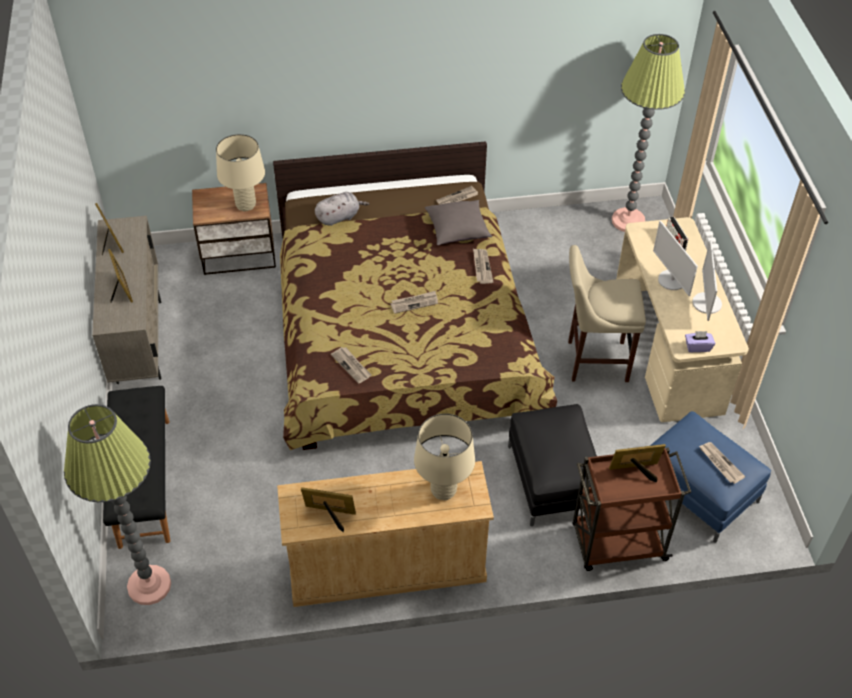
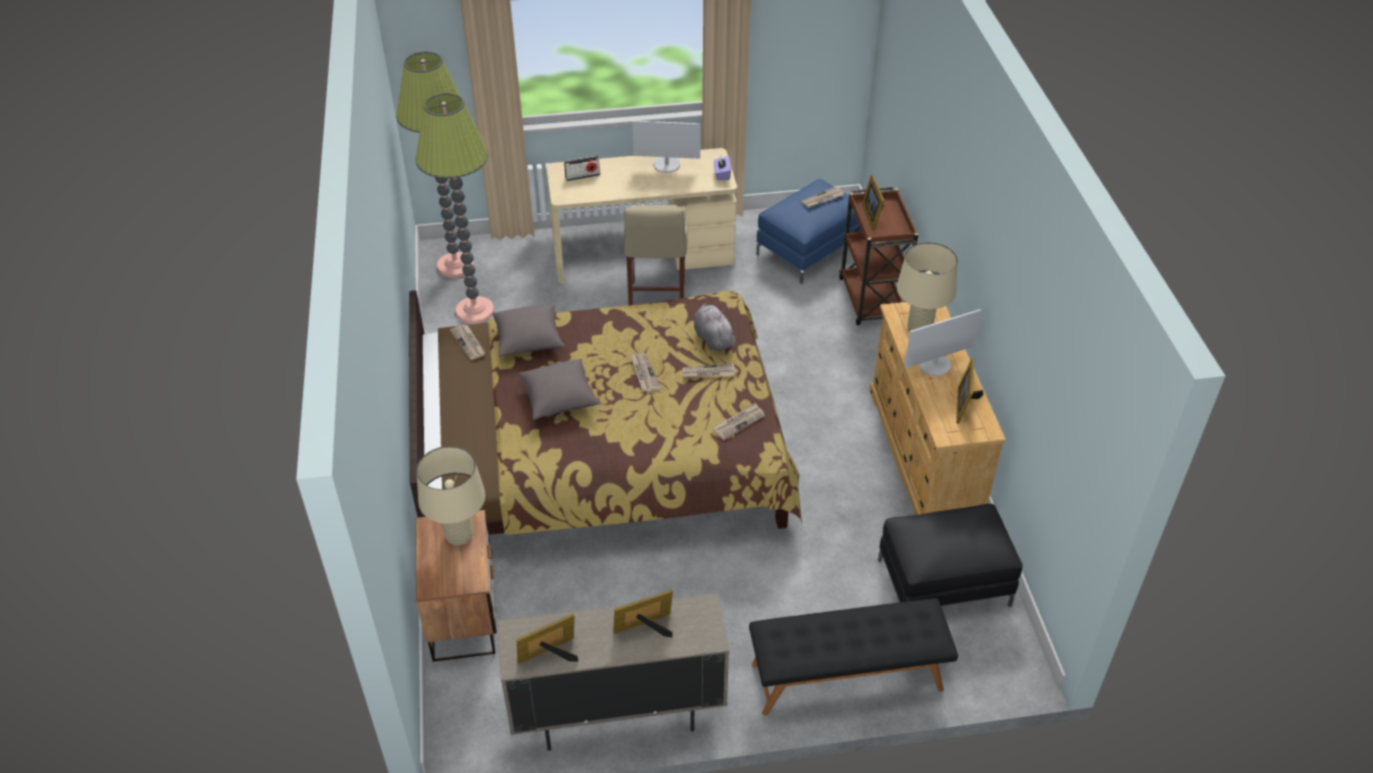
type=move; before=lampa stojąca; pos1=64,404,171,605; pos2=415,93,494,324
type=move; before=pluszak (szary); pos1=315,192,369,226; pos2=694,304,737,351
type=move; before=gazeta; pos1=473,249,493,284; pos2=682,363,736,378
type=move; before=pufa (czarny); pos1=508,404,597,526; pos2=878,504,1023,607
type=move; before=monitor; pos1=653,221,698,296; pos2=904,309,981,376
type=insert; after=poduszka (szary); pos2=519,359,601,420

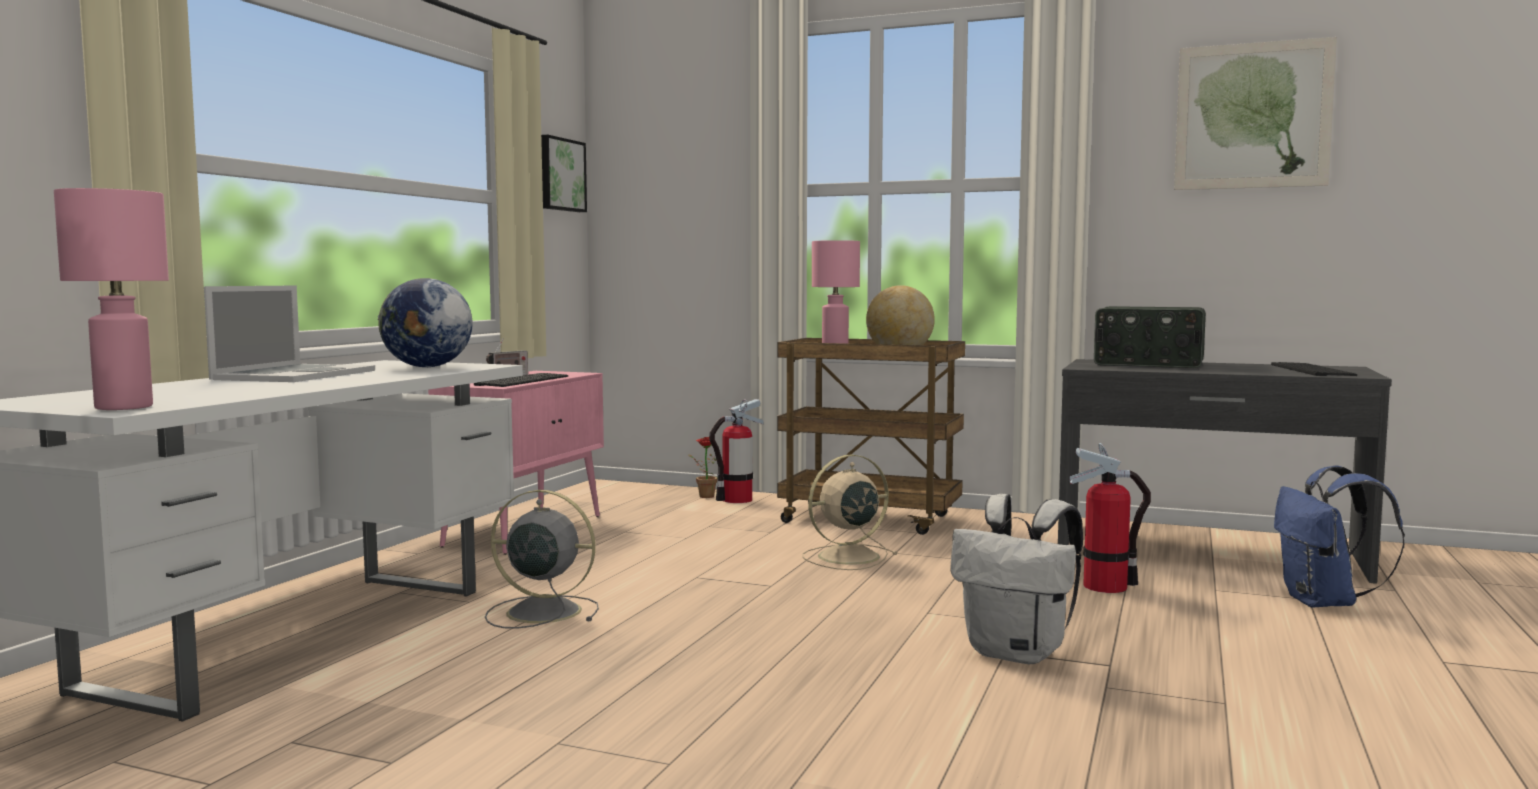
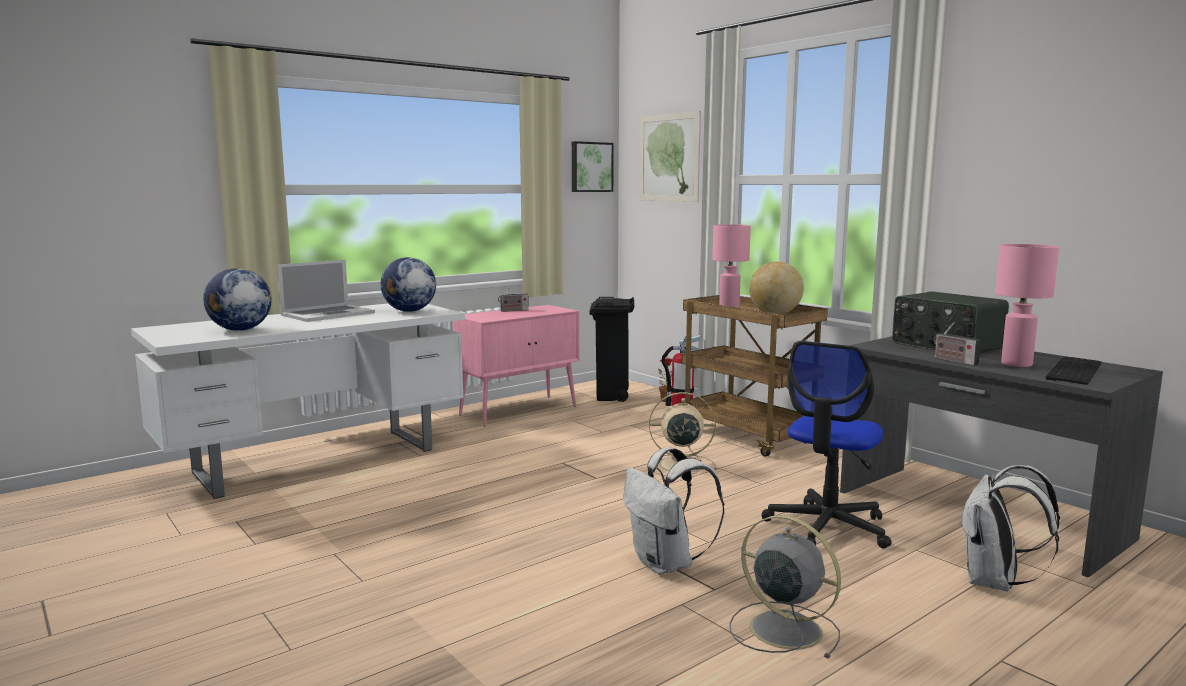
type=move; before=lampa stołowa (różowy); pos1=54,188,169,410; pos2=995,244,1059,367
type=delete; before=klawiatura; pos1=474,373,568,387
type=move; before=wentylator (szary); pos1=485,490,599,629; pos2=730,515,841,659
type=replace; before=gaśnica; after=krzesło biurowe; pos1=1070,443,1151,593; pos2=762,341,892,549
type=move; before=obraz; pos1=1174,37,1337,190; pos2=639,111,701,202
type=recolor; before=plecak (niebieski); after=plecak (biały); pos1=1274,465,1405,608; pos2=959,465,1060,591
type=insert; after=globus; pos2=203,268,272,331
type=insert; after=kosz na śmieci (czarny); pos2=590,297,634,402
type=insert; after=radio; pos2=933,322,981,366

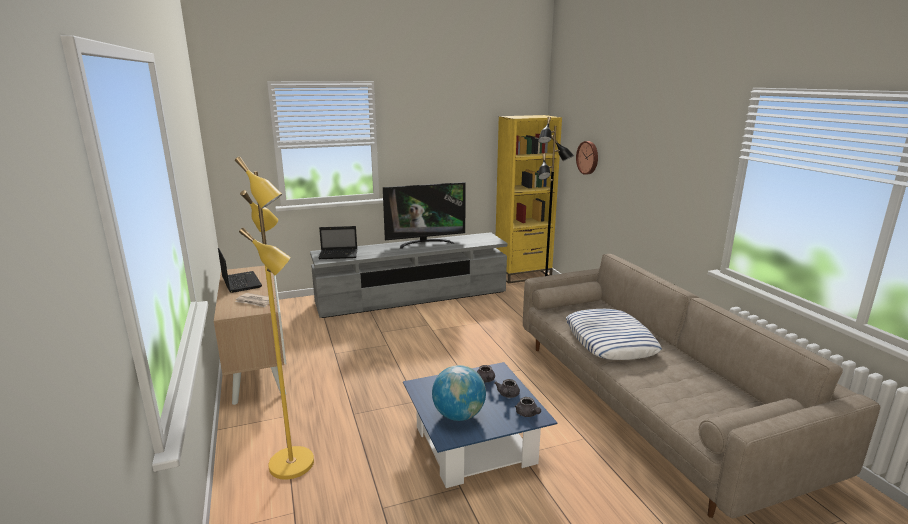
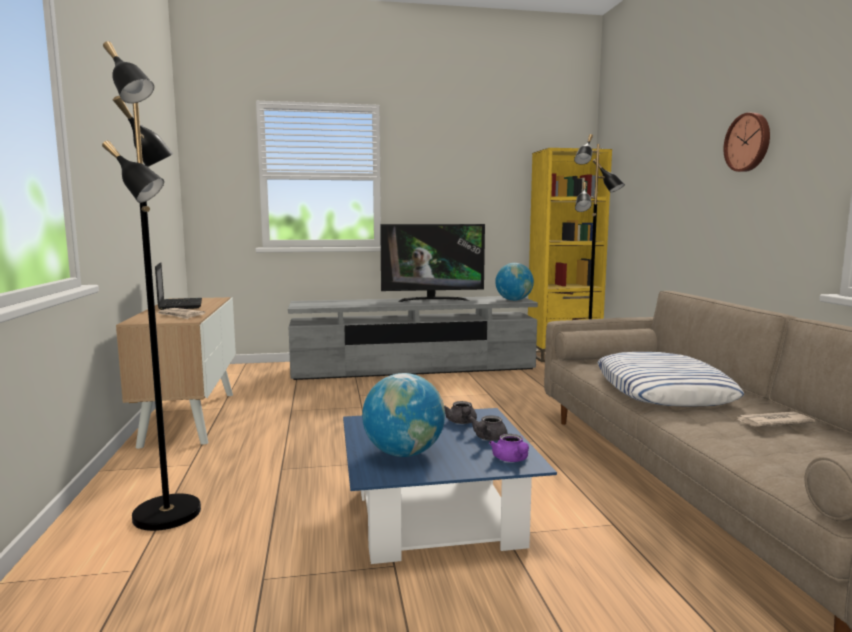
type=recolor; before=lampa stojąca (żółty); after=lampa stojąca (czarny); pos1=235,157,314,480; pos2=102,41,201,531
type=delete; before=laptop; pos1=319,226,358,259
type=recolor; before=imbryk (szary); after=imbryk (fioletowy); pos1=515,397,541,417; pos2=489,434,529,462
type=move; before=zegar ścienny; pos1=576,141,598,175; pos2=723,113,770,172
type=insert; after=globus; pos2=495,263,534,301
type=insert; after=gazeta; pos2=737,412,815,427

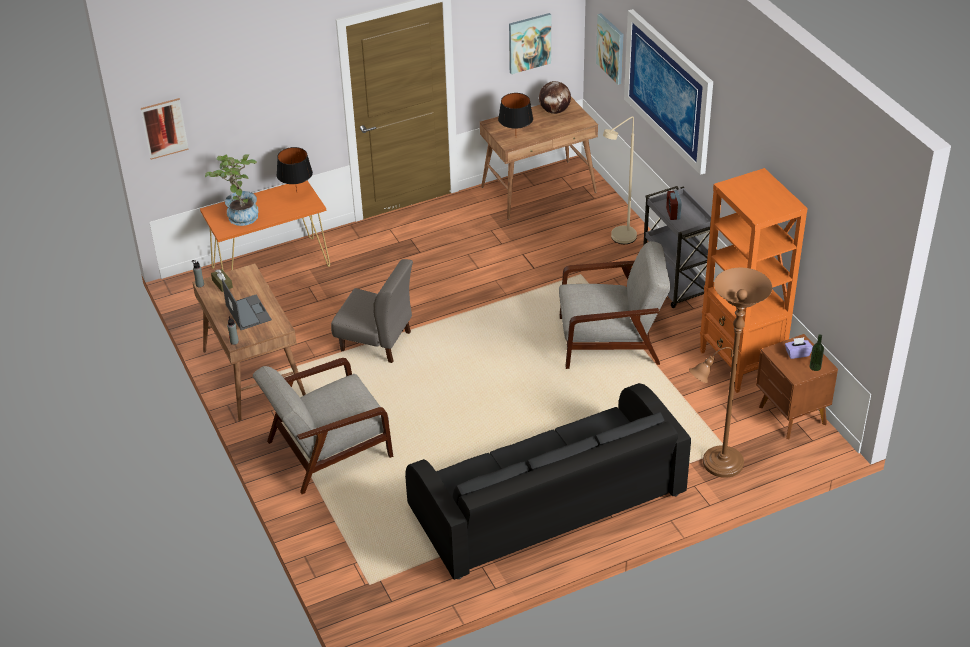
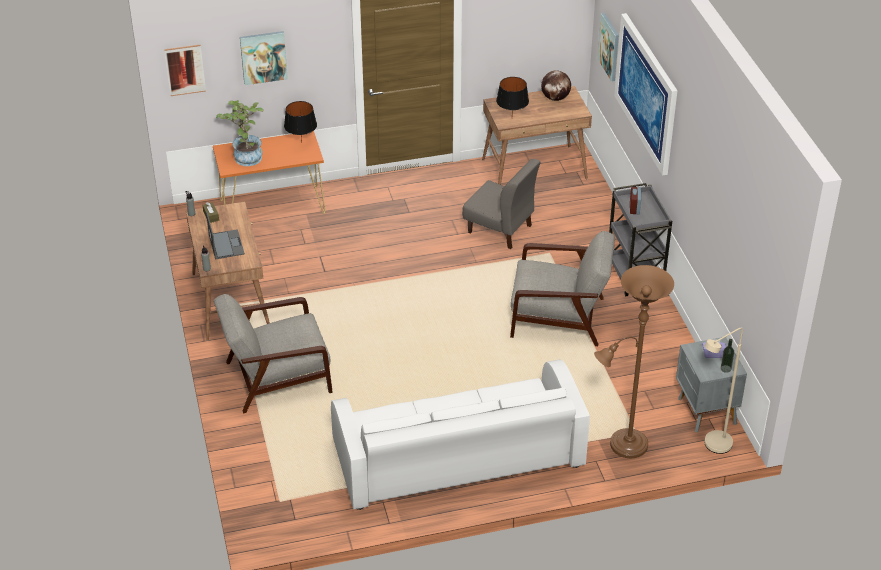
type=move; before=krzesło (szary); pos1=331,259,413,363; pos2=462,159,541,249
type=recolor; before=kanapa (czarny); after=kanapa (biały); pos1=405,383,691,580; pos2=331,359,590,510
type=move; before=obraz; pos1=509,13,551,74; pos2=240,31,288,85
type=move; before=lampa stojąca (beżowy); pos1=603,116,637,244; pos2=704,327,743,454
type=delete; before=regał (pomarańczowy); pos1=700,168,808,393
type=recolor; before=szafka nocna (brązowy); after=szafka nocna (szary); pos1=756,334,838,439; pos2=676,337,747,433

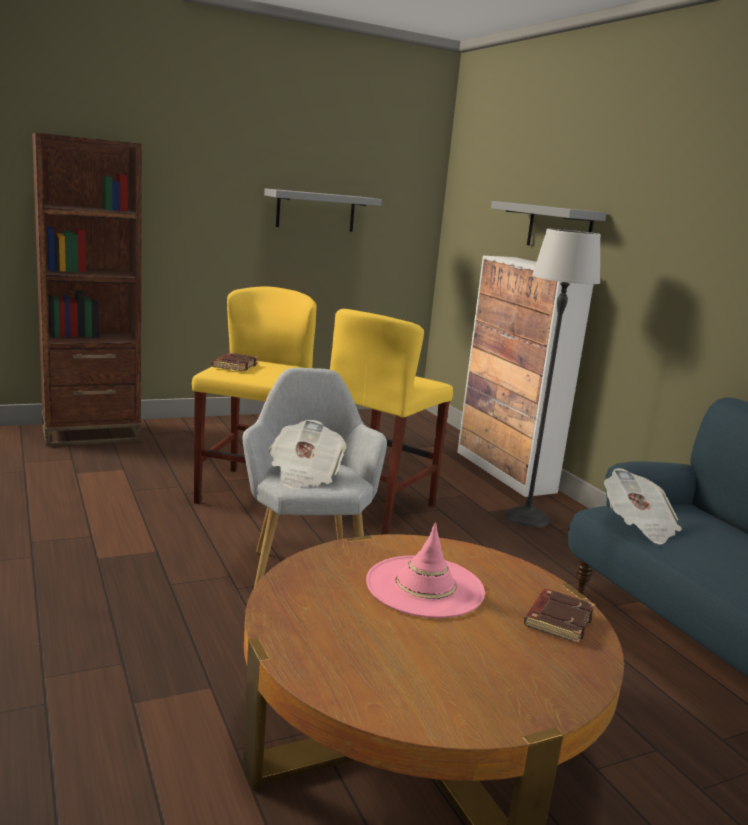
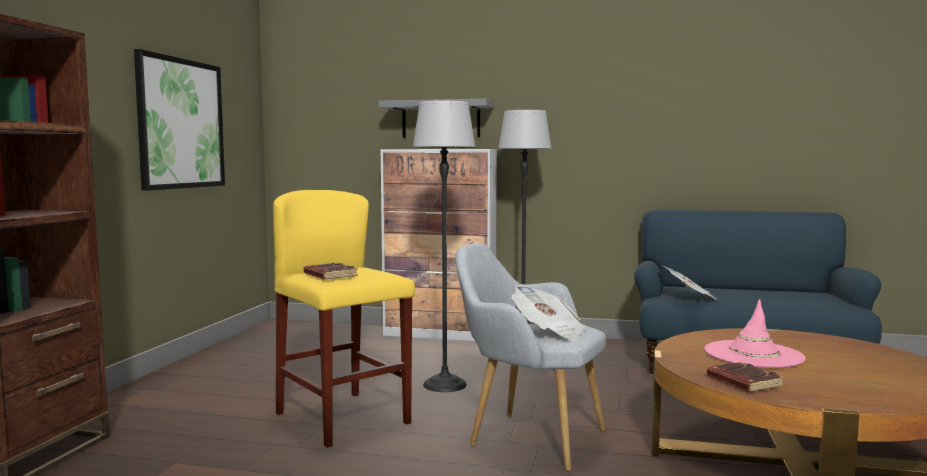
type=replace; before=półka (szary); after=obraz; pos1=264,188,382,232; pos2=134,49,225,191
type=replace; before=stołek (żółty); after=lampa stojąca; pos1=330,309,453,535; pos2=413,100,475,392
type=move; before=książka (brązowy); pos1=524,589,595,644; pos2=707,362,785,392

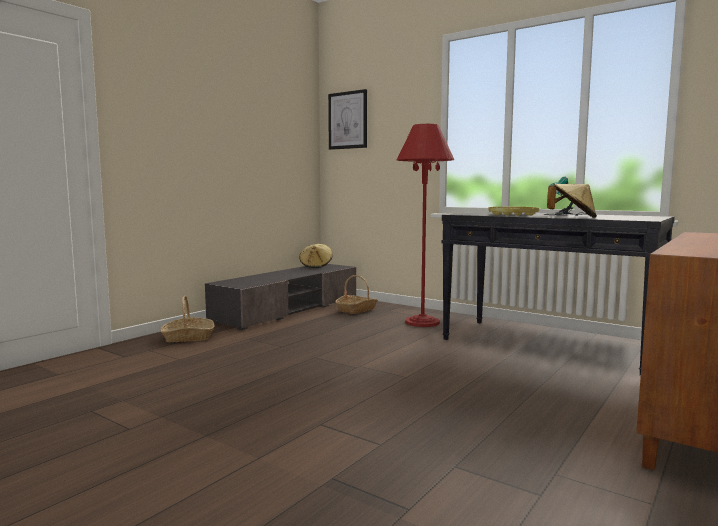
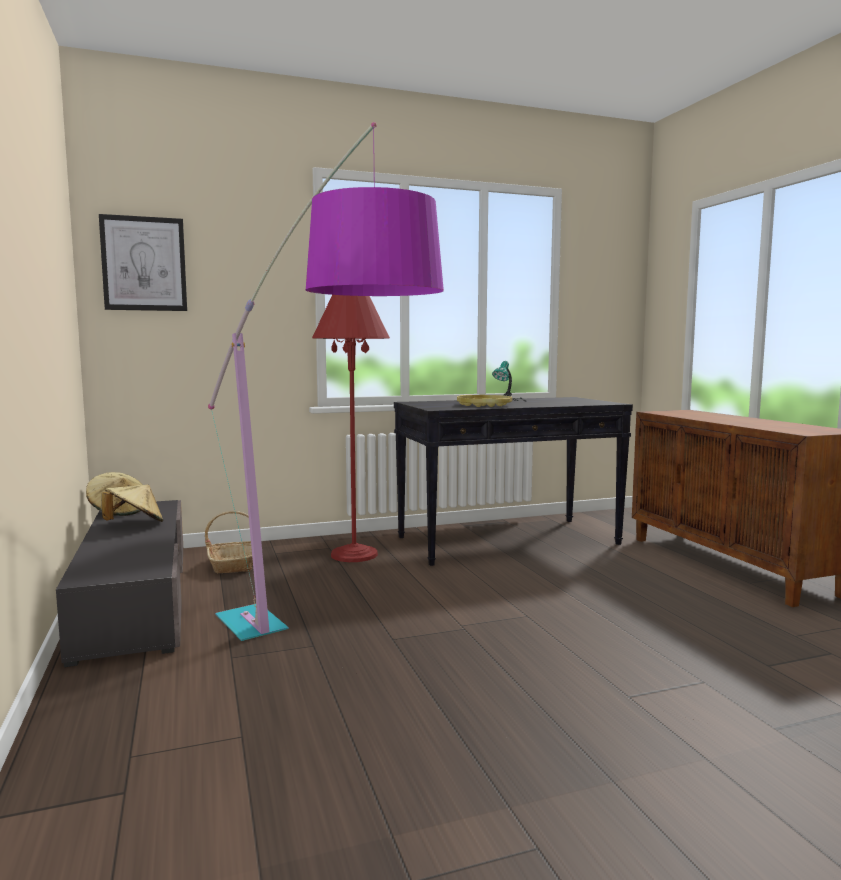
type=delete; before=koszyk; pos1=161,295,214,342
type=move; before=kapelusz (beżowy); pos1=547,184,597,218; pos2=101,485,163,522
type=insert; after=lampa stojąca; pos2=208,122,444,641

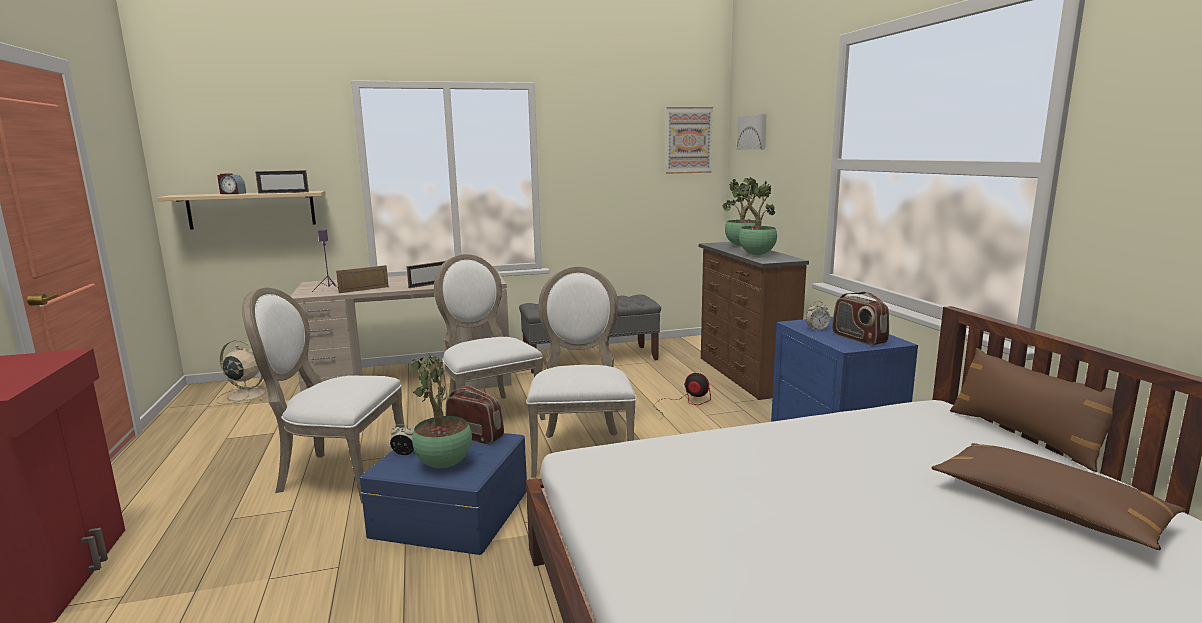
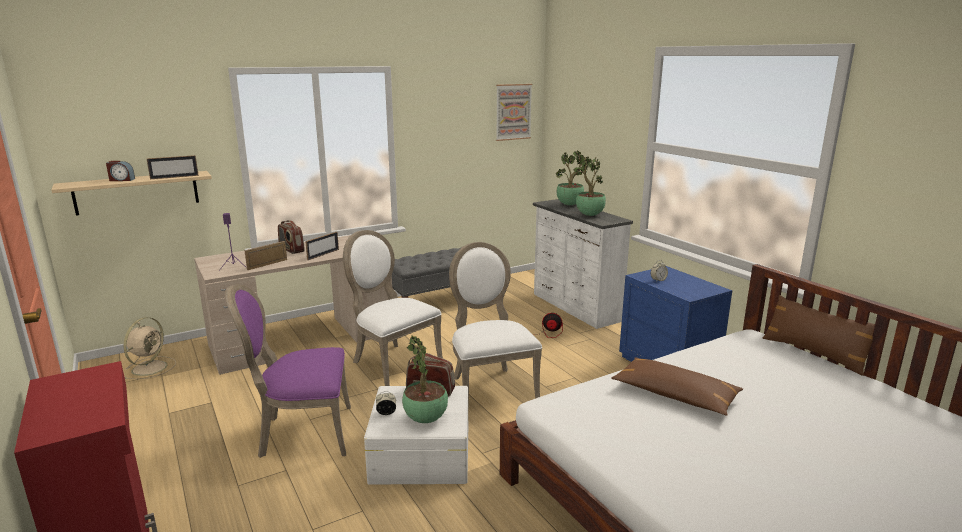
type=rotate; before=wentylator (beżowy); pos1=215,340,268,404; pos2=124,317,176,379; turn=105
type=recolor; before=krzesło (biały); after=krzesło (fioletowy); pos1=242,288,405,504; pos2=225,284,351,458
type=recolor; before=pojemnik do przechowywania (niebieski); after=pojemnik do przechowywania (biały); pos1=360,433,527,555; pos2=364,386,468,484
type=recolor; before=komoda (brązowy); after=komoda (biały); pos1=699,242,809,400; pos2=533,199,633,329
type=delete; before=obraz; pos1=737,114,767,150
type=move; before=radio; pos1=832,292,889,345; pos2=278,220,305,254
type=move; before=poduszka (brązowy); pos1=932,443,1185,550; pos2=611,357,743,416

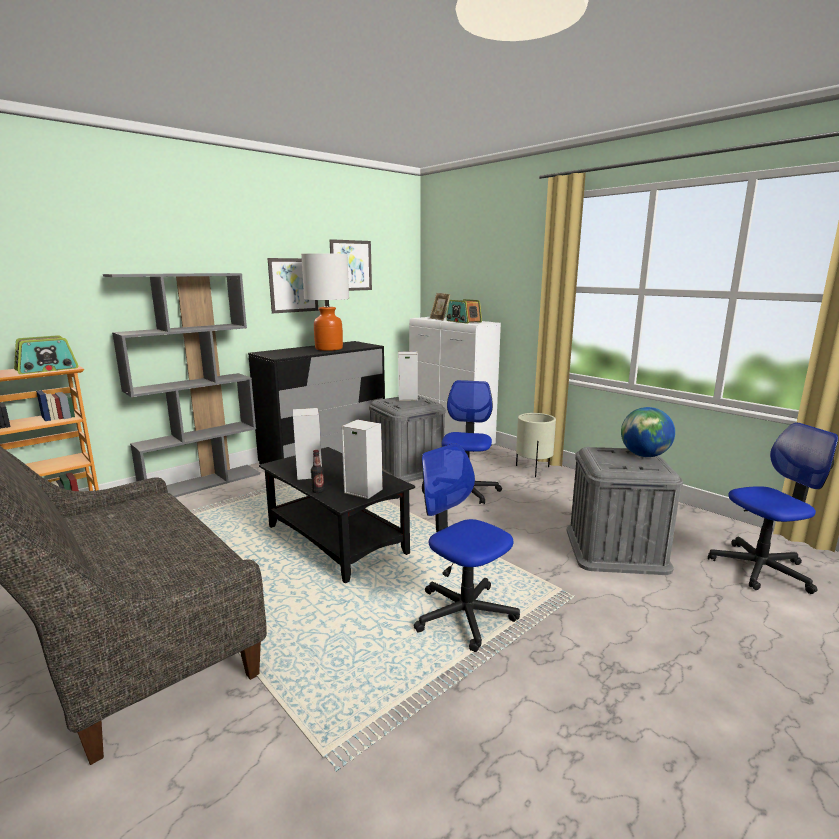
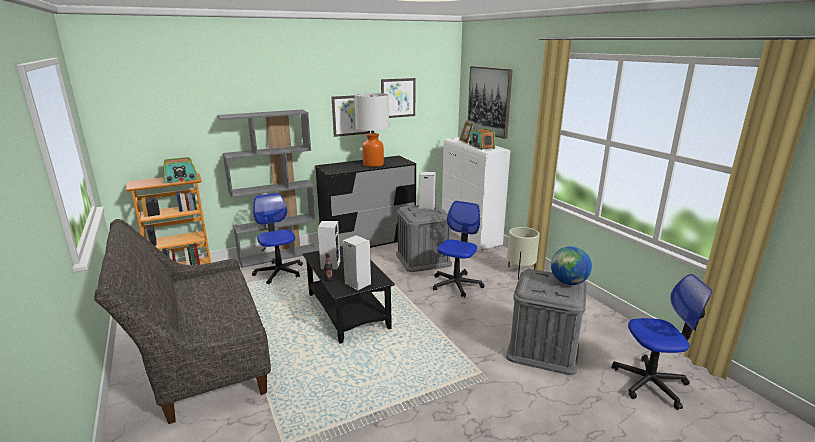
type=move; before=krzesło biurowe; pos1=414,443,520,652; pos2=252,193,303,284
type=insert; after=obraz; pos2=468,66,513,139

